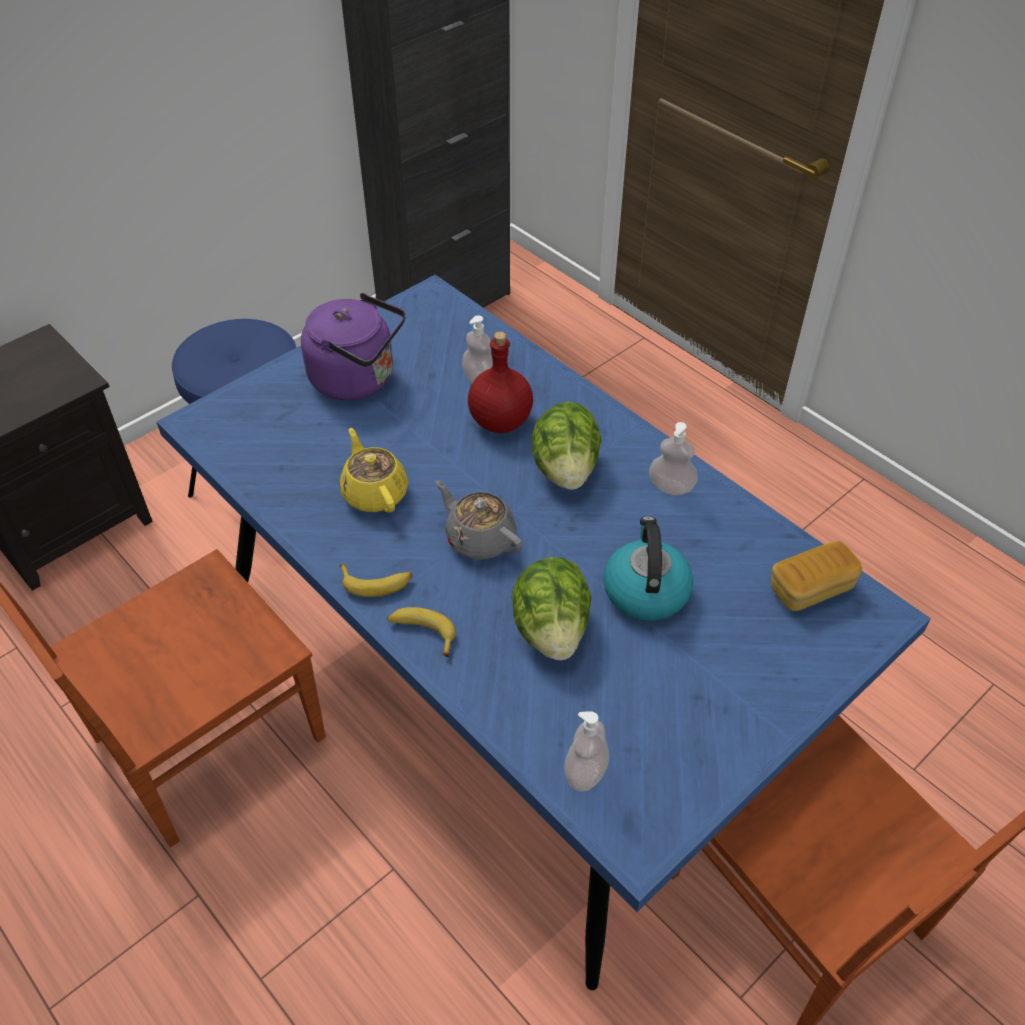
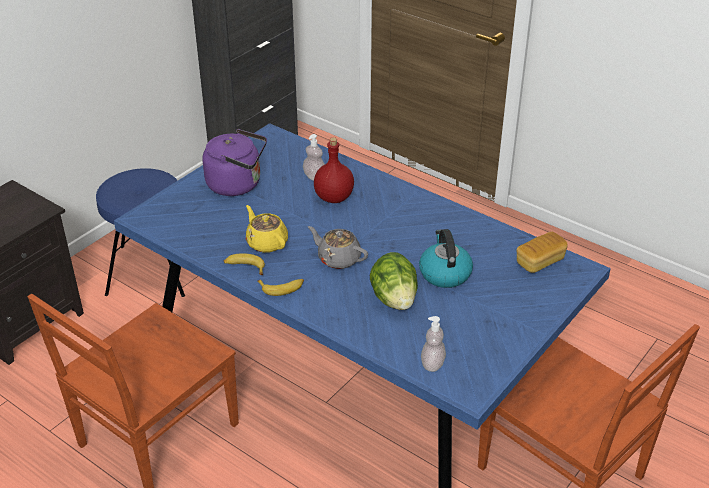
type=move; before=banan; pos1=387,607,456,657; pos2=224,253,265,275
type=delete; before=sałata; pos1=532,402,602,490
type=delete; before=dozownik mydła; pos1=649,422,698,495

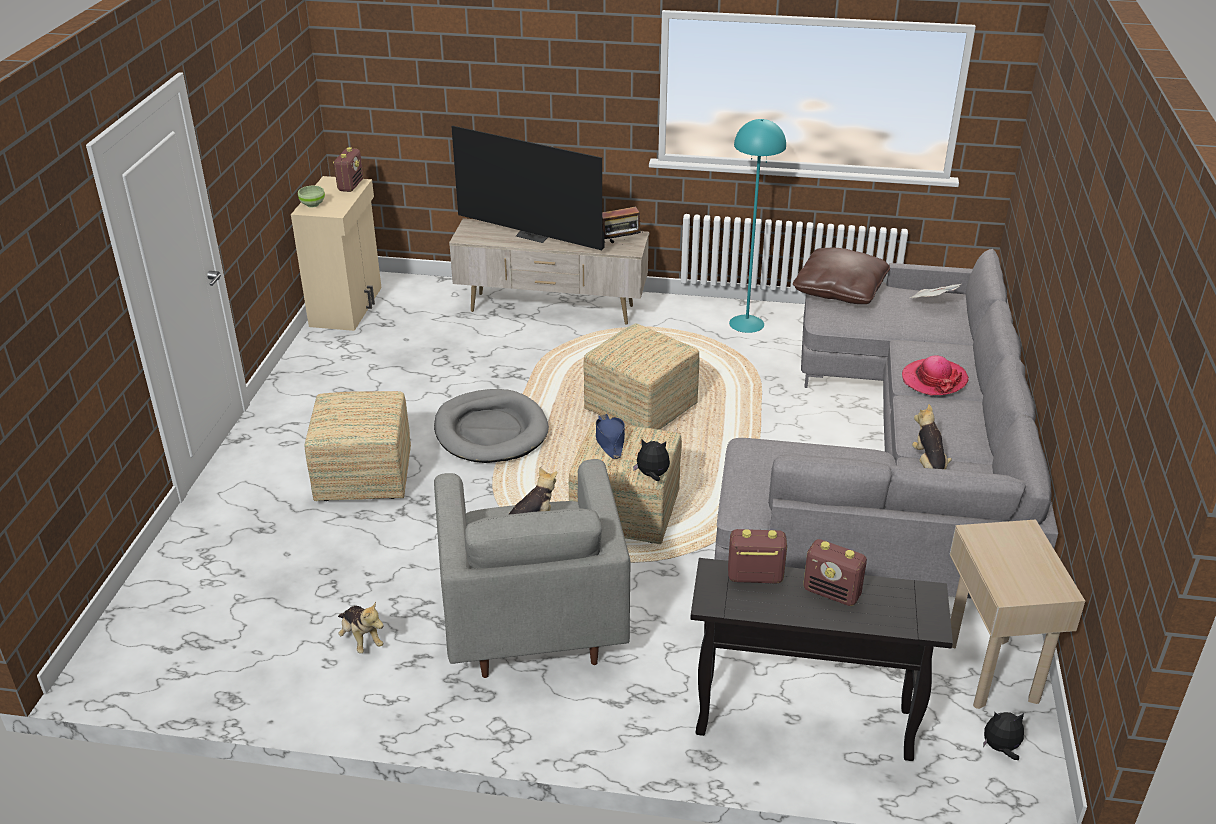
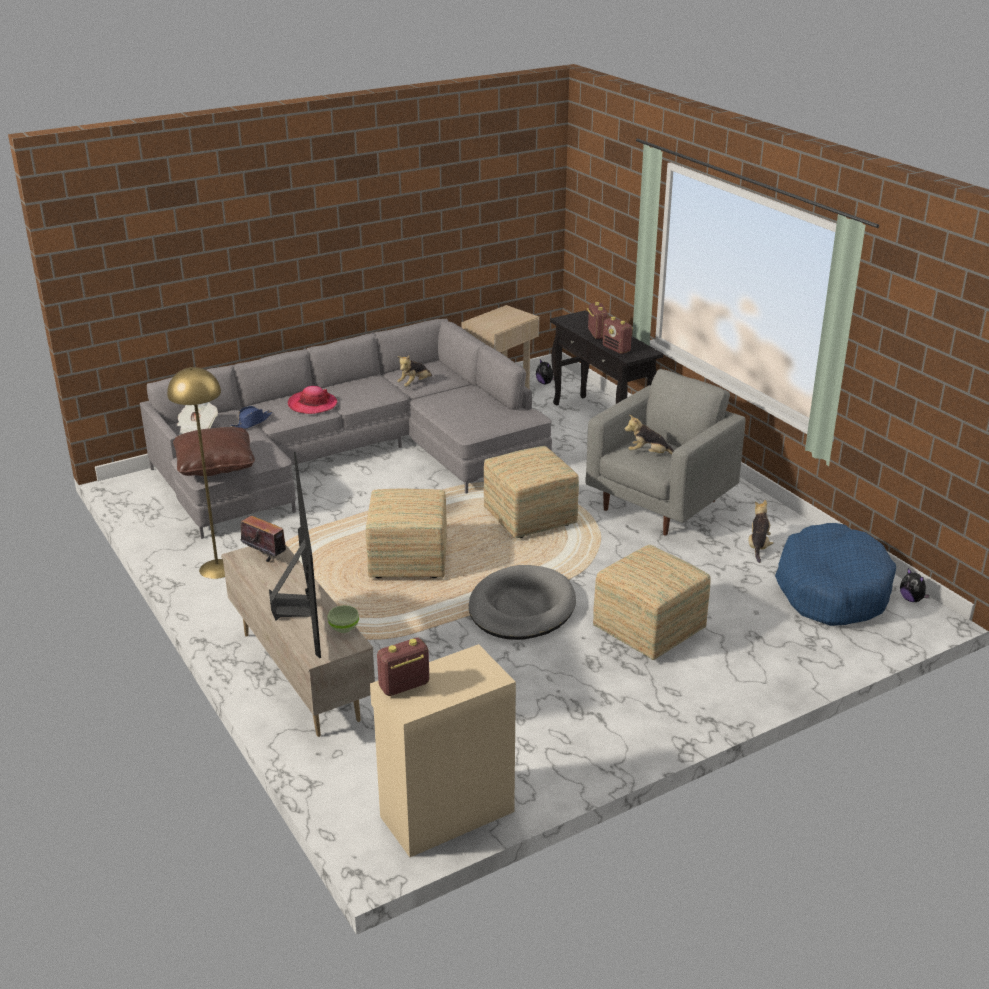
type=move; before=miska (zielony); pos1=298,186,325,207; pos2=328,605,359,633
type=move; before=kapelusz (niebieski); pos1=596,414,625,459; pos2=230,406,272,429
type=move; before=pluszak; pos1=633,440,670,481; pos2=900,568,930,602
type=recolor; before=lampa stojąca (turkusowy); after=lampa stojąca (żółty); pos1=729,119,786,333; pos2=167,367,225,579
type=insert; after=legowisko (niebieski); pos2=775,523,896,626

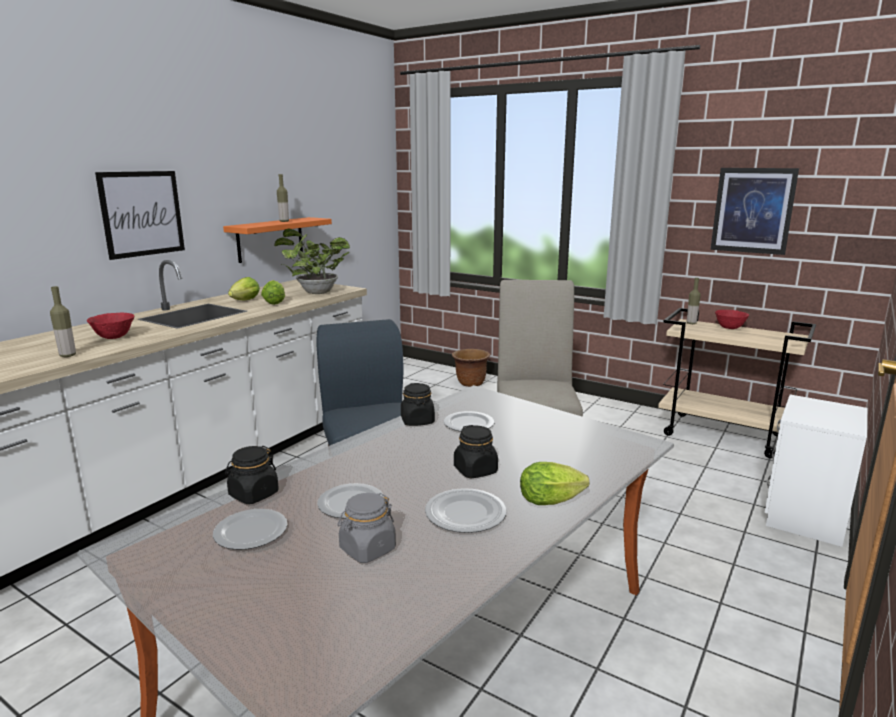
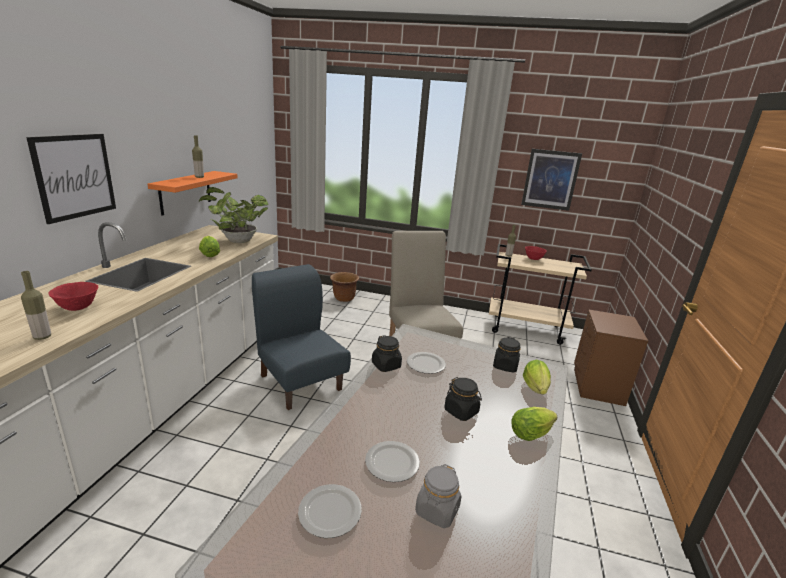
type=move; before=słoik (czarny); pos1=225,446,279,504; pos2=493,337,521,373
type=move; before=sałata; pos1=228,277,260,301; pos2=523,360,551,394
type=delete; before=talerz; pos1=425,488,507,533
type=recolor; before=szafka nocna (biały); after=szafka nocna (brązowy); pos1=764,394,867,547; pos2=574,310,648,406

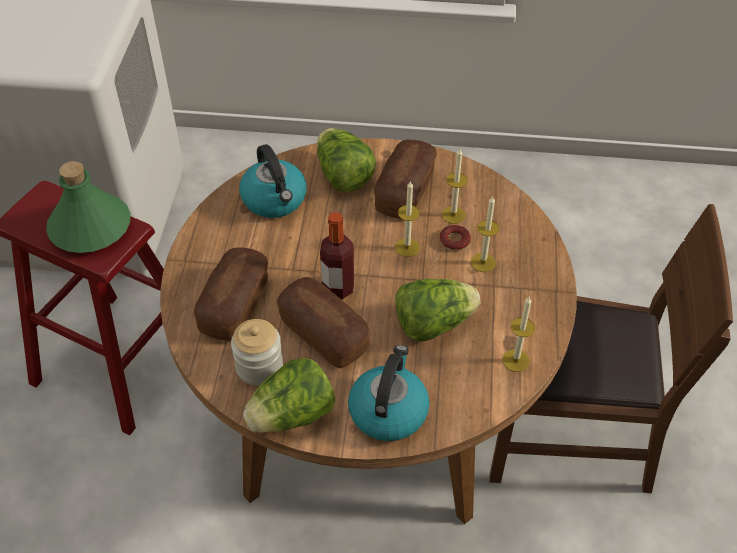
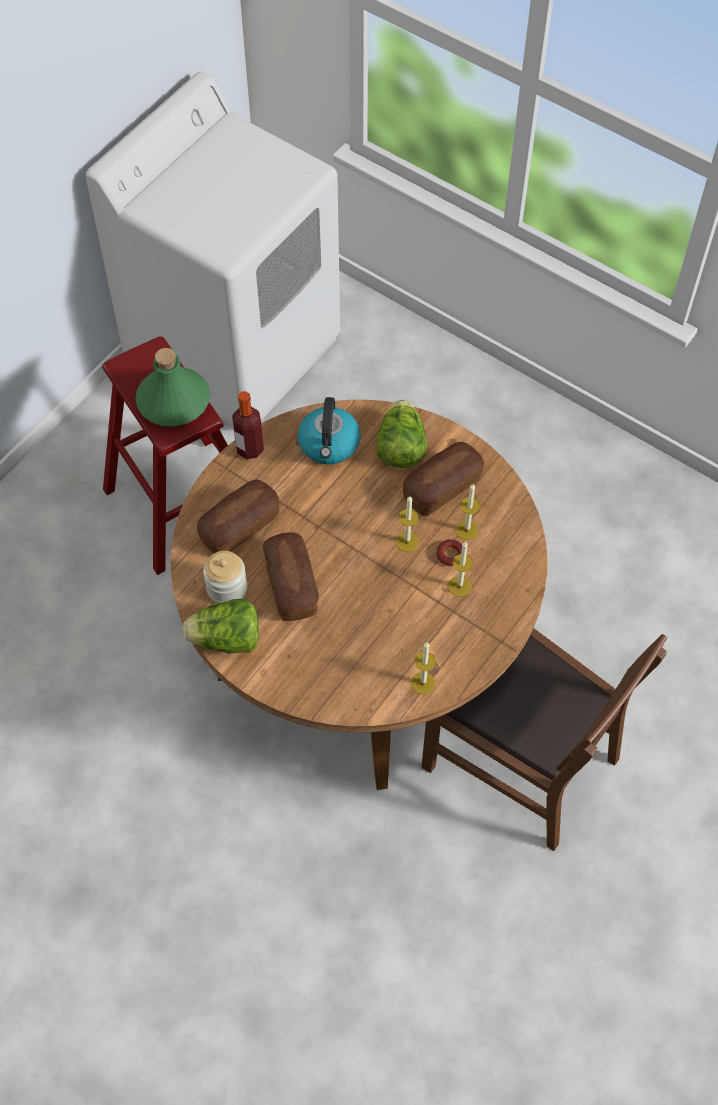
type=move; before=butelka; pos1=320,212,354,299; pos2=232,391,264,459
type=delete; before=czajnik; pos1=348,345,429,441
type=delete; before=sałata; pos1=395,279,481,341

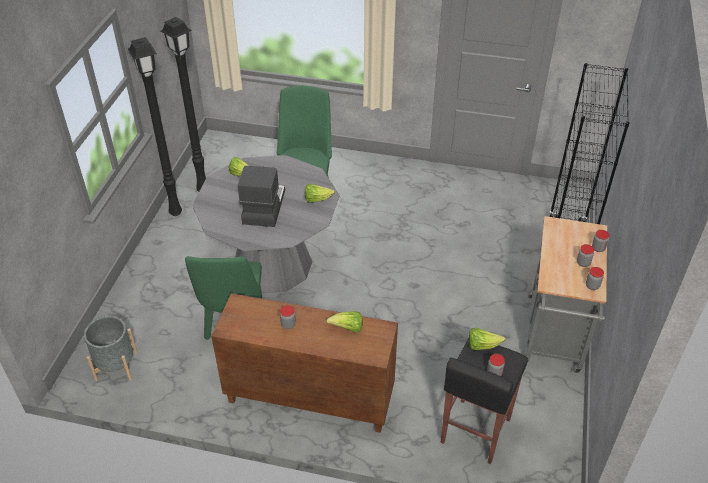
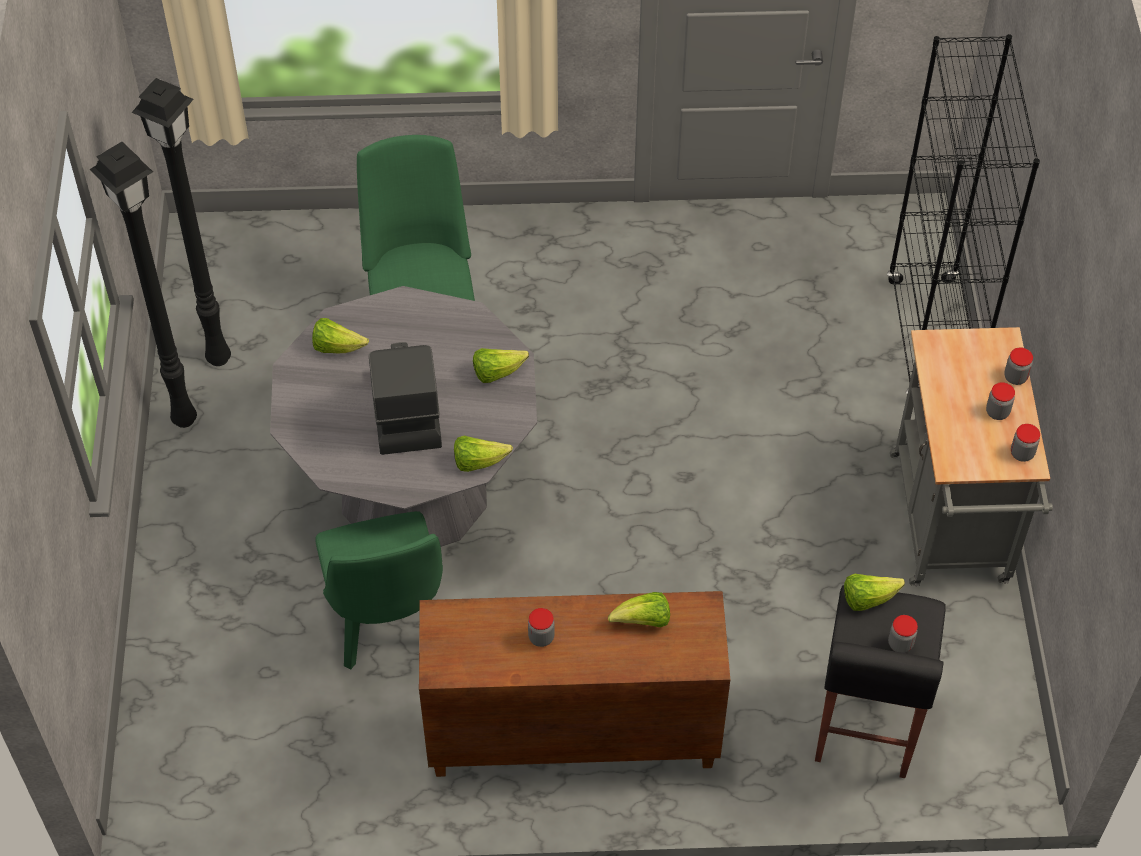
type=delete; before=donica (szary); pos1=84,316,137,381
type=insert; after=sałata; pos2=454,436,513,472

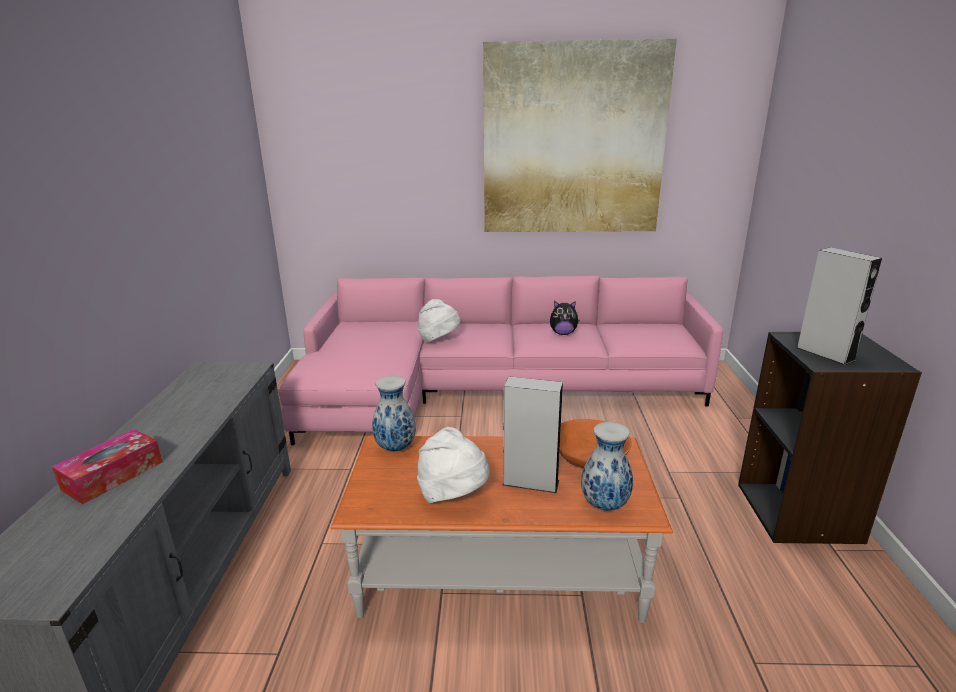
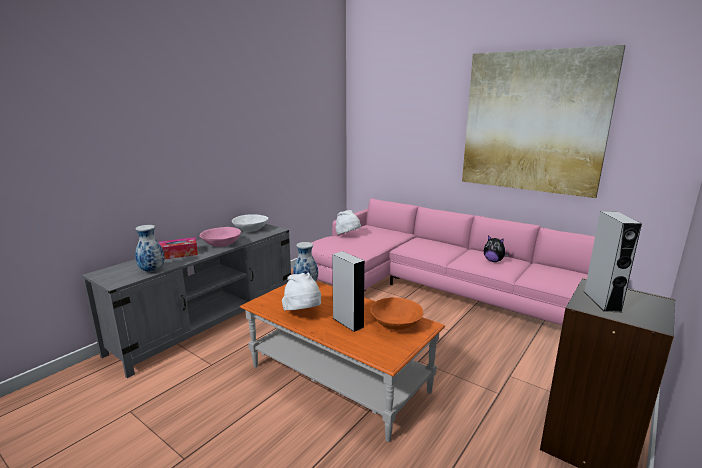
type=move; before=kapelusz (biały); pos1=418,299,461,342; pos2=335,210,361,235
type=move; before=wazon; pos1=581,422,633,511; pos2=135,225,165,272
type=insert; after=miska (różowy); pos2=199,227,241,247
type=insert; after=miska (biały); pos2=232,214,268,232

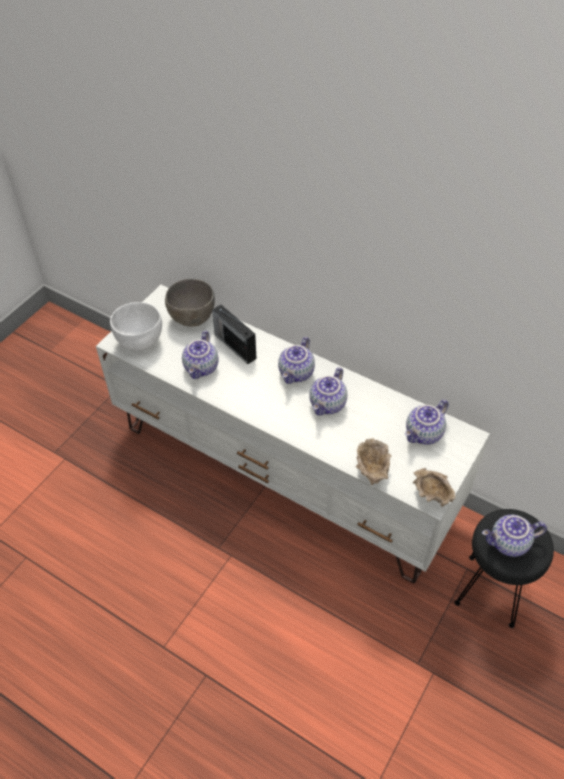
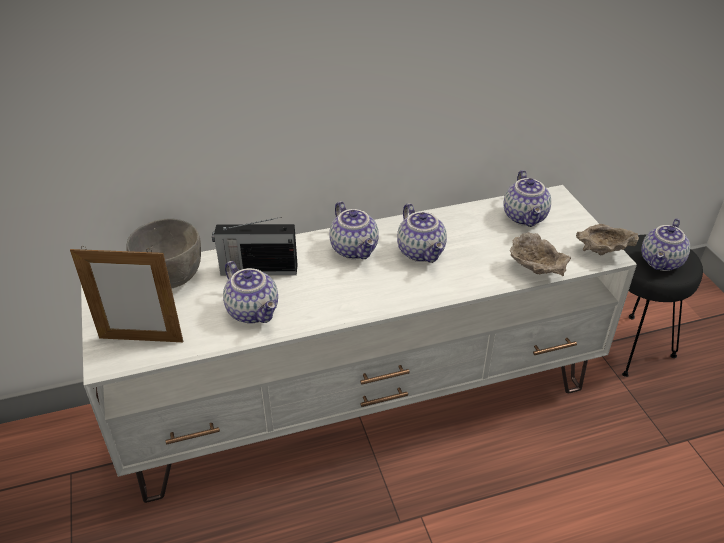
type=replace; before=miska (biały); after=ramka na zdjęcie; pos1=110,302,162,351; pos2=70,246,183,342

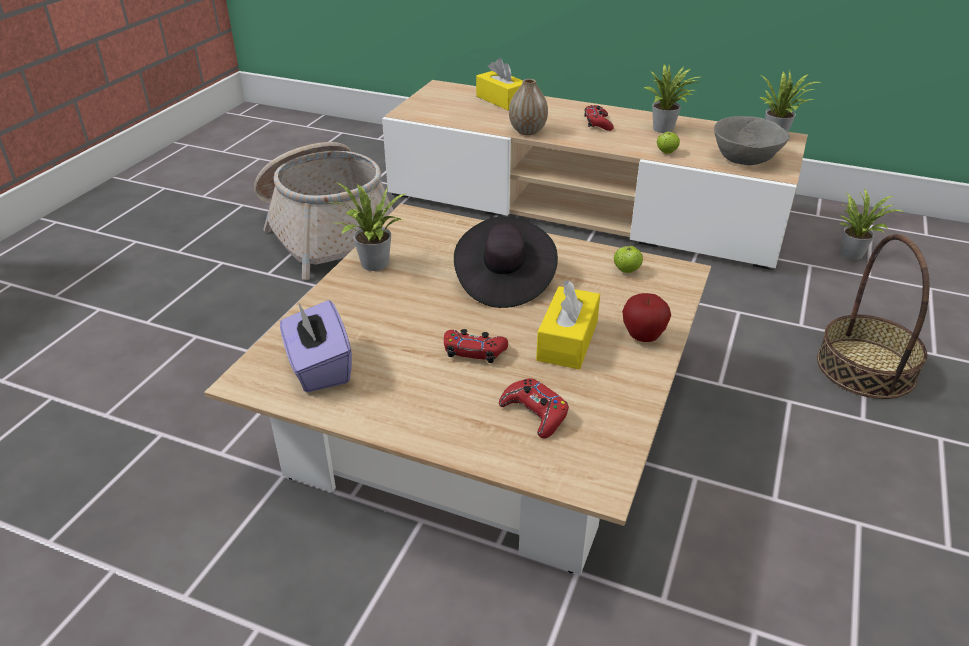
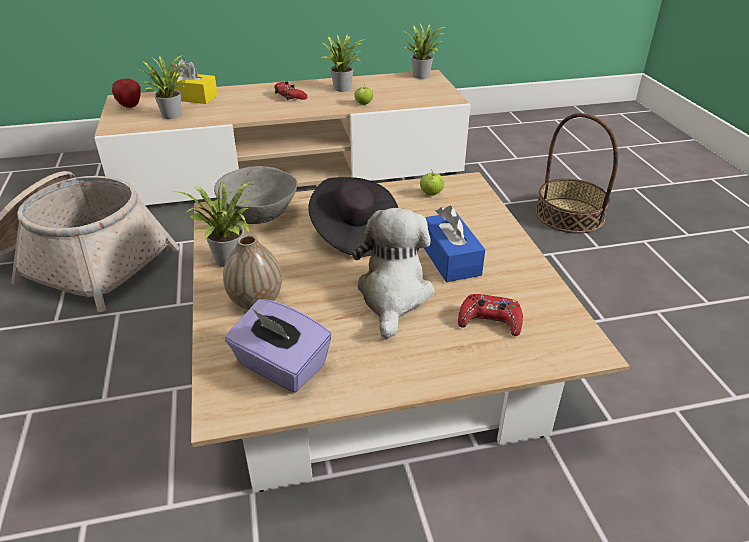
type=replace; before=pad do gier (czerwony); after=pluszak; pos1=444,329,508,363; pos2=352,208,435,339
type=move; before=wazon; pos1=509,79,548,135; pos2=223,235,282,310
type=recolor; before=pudełko chusteczek (żółty); after=pudełko chusteczek (niebieski); pos1=536,280,600,369; pos2=424,206,485,282
type=move; before=jabłko; pos1=622,293,671,342; pos2=112,78,141,108
type=move; before=miska (szary); pos1=714,116,790,165; pos2=214,166,297,224
type=move; before=roślina doniczkowa; pos1=840,189,905,260; pos2=141,55,191,119

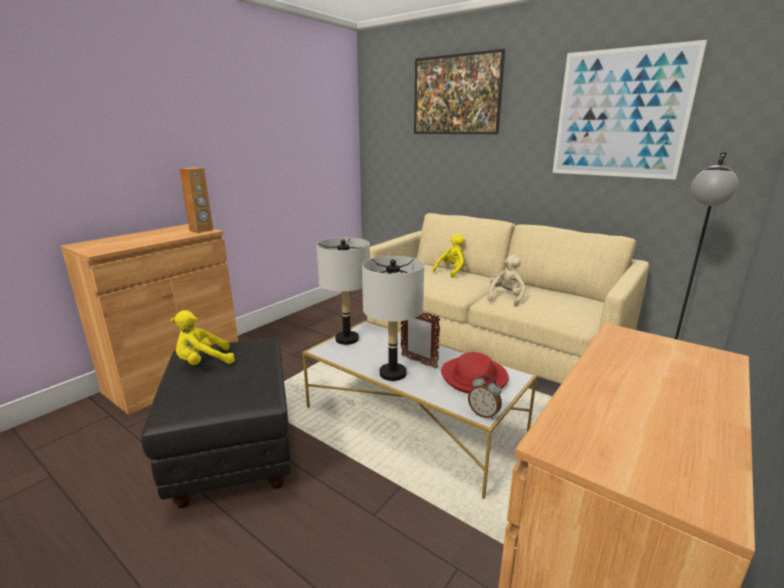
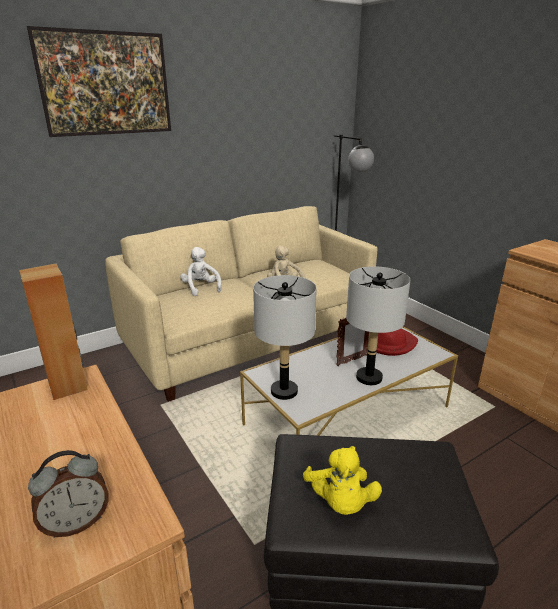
type=recolor; before=pluszak (żółty); after=pluszak (biały); pos1=433,234,465,278; pos2=180,247,221,296
type=move; before=budzik; pos1=468,375,502,419; pos2=28,450,109,538
type=delete; before=obraz; pos1=553,40,707,180

